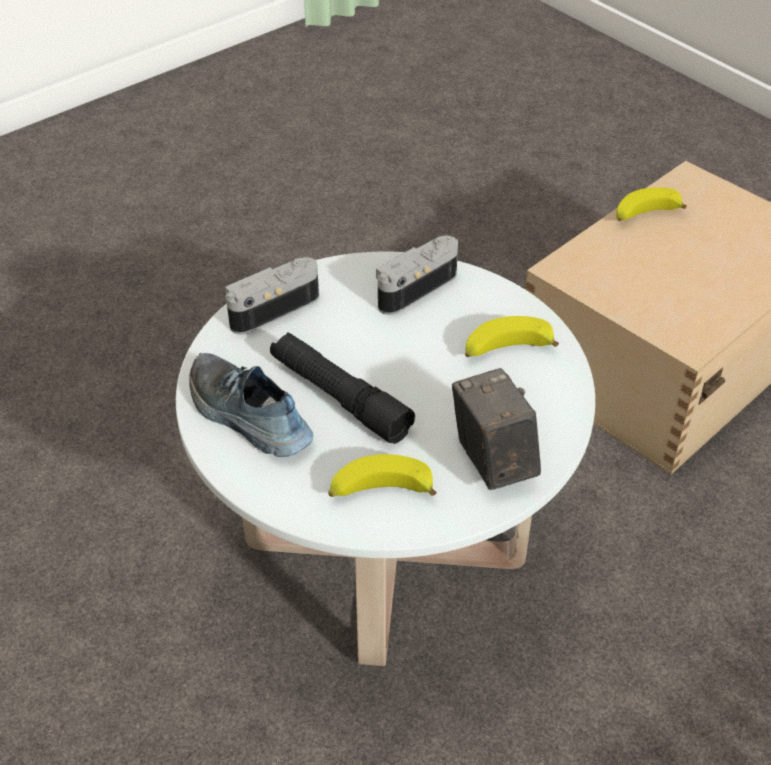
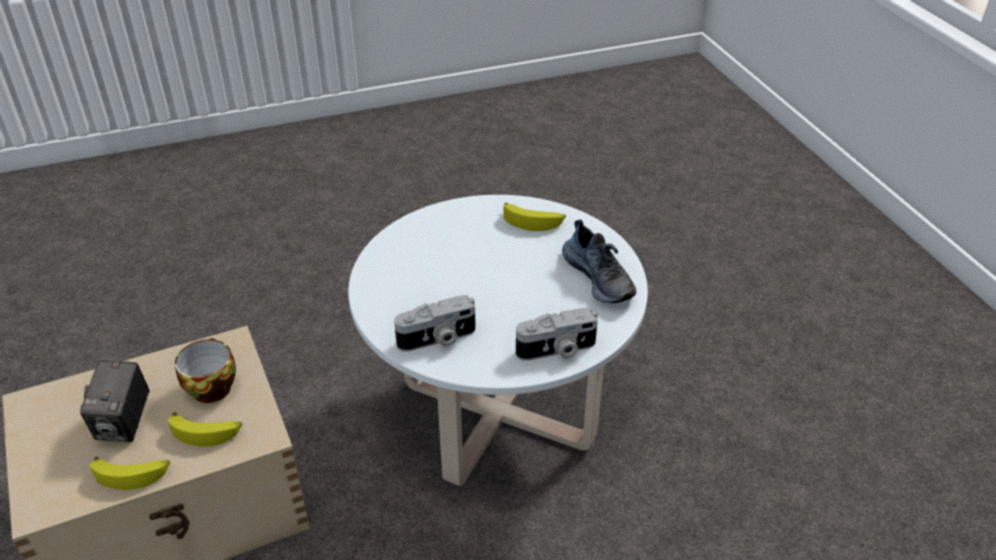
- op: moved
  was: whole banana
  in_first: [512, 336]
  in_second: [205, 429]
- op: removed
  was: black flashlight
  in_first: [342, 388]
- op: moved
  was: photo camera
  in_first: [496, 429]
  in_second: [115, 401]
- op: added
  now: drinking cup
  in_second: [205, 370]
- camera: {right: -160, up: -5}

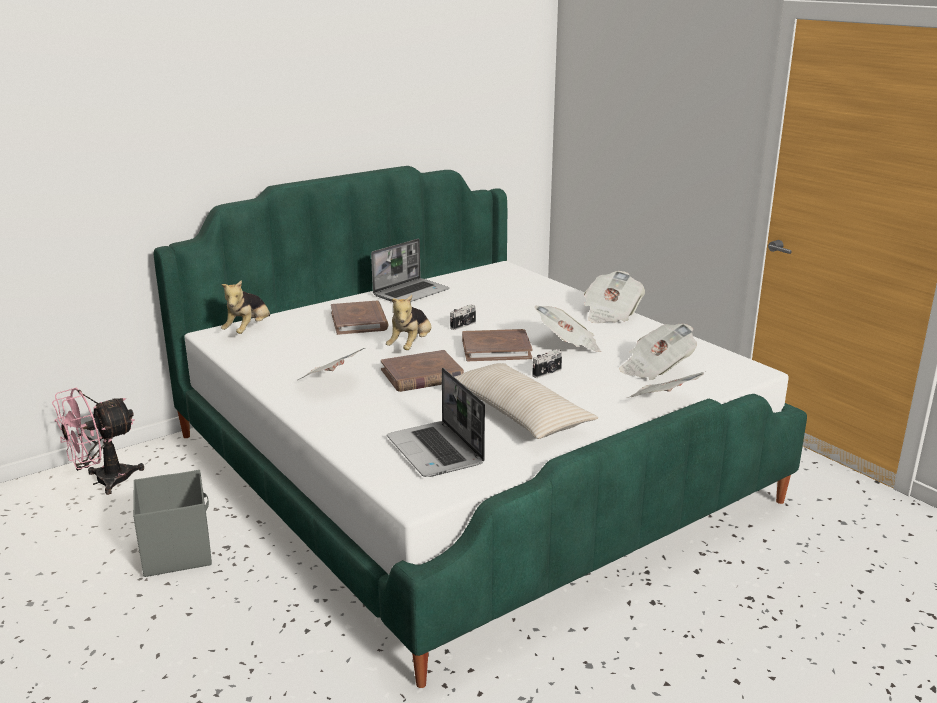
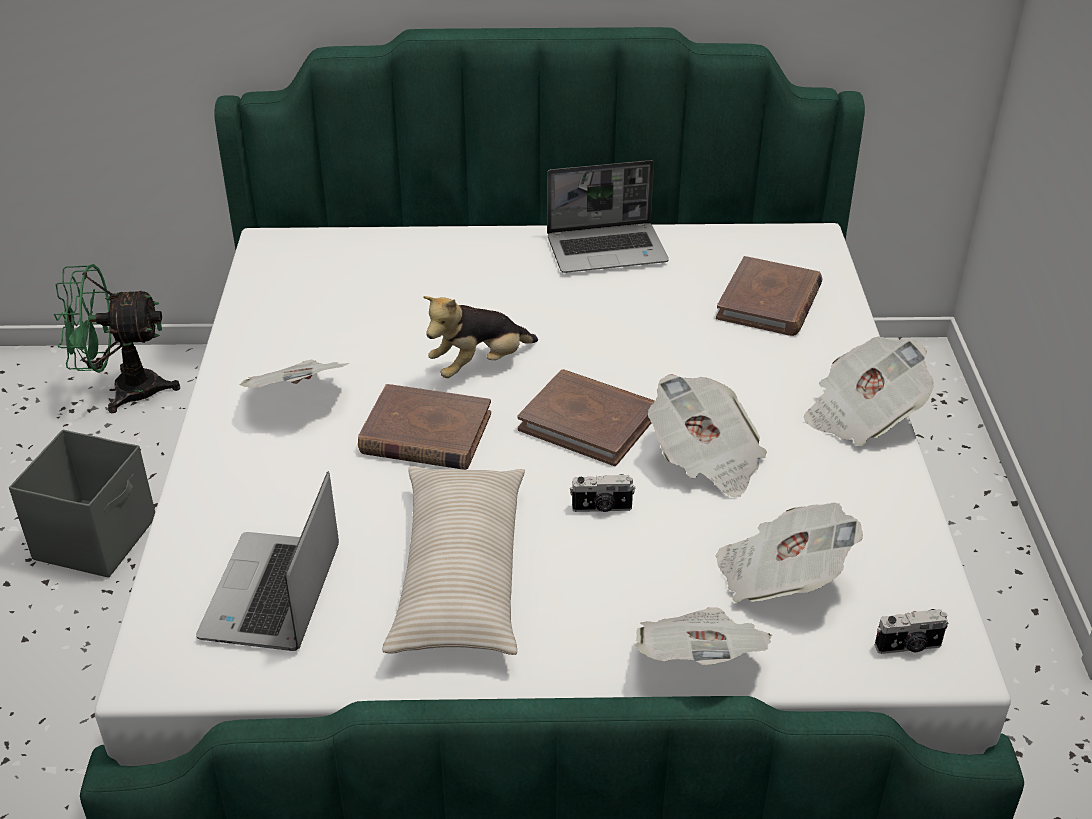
- op: removed
  was: soft toy
  in_first: [245, 307]
- op: moved
  was: brownish book
  in_first: [359, 318]
  in_second: [769, 296]
- op: moved
  was: photo camera
  in_first: [463, 317]
  in_second: [912, 631]
- op: recoloured
  was: pink-coloured cooling fan
  now: green-coloured cooling fan
  in_first: [98, 441]
  in_second: [116, 339]
- camera: {right: 35, up: 15}

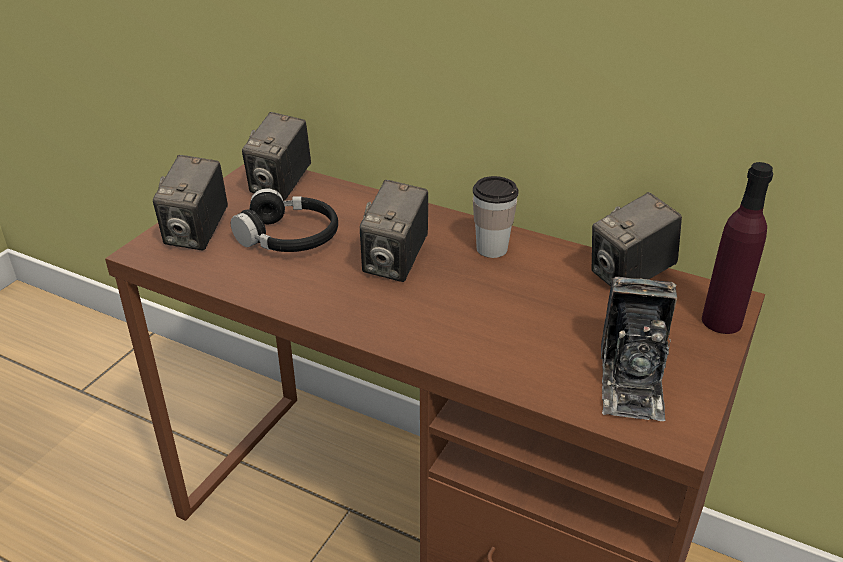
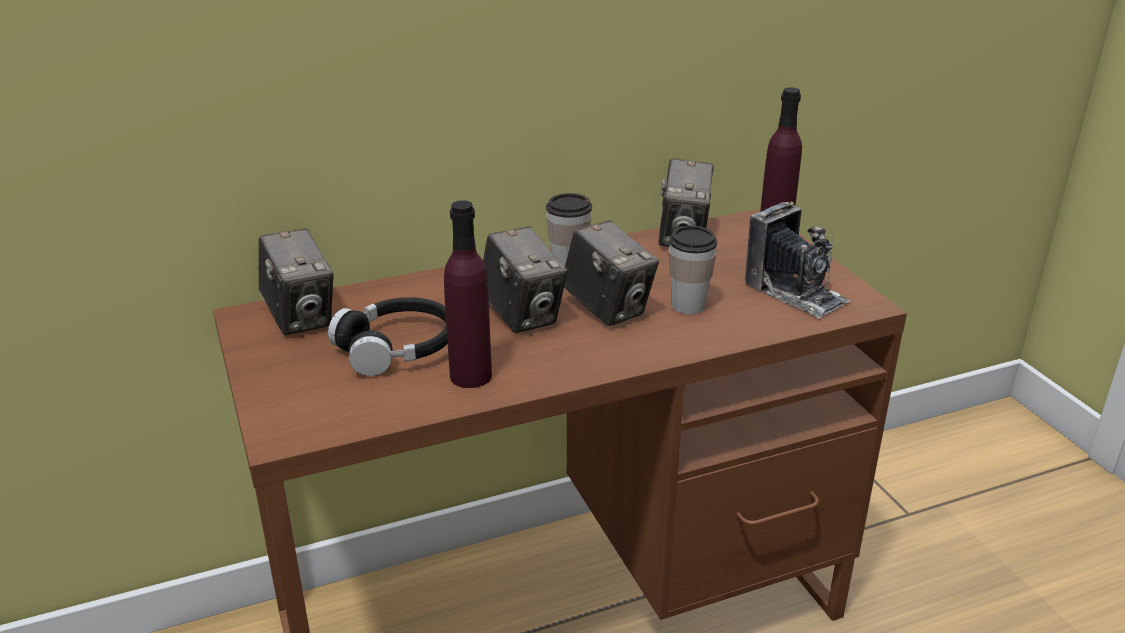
- op: moved
  was: photo camera
  in_first: [190, 202]
  in_second: [611, 273]
- op: added
  now: purple-coloured drink bottle
  in_second: [468, 294]
- op: added
  now: drinking cup
  in_second: [693, 269]
- camera: {right: -50, up: -5}

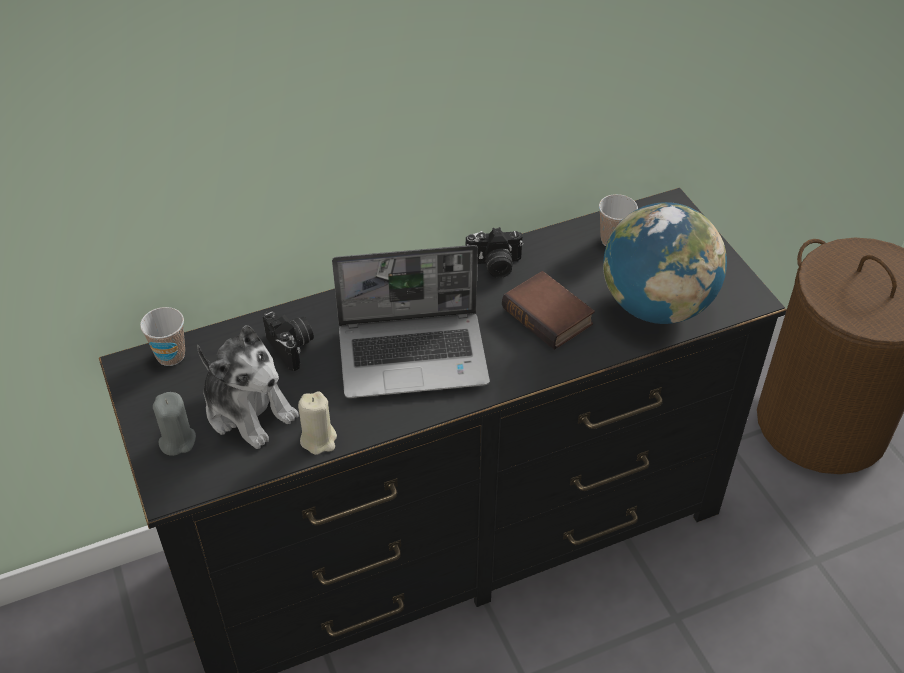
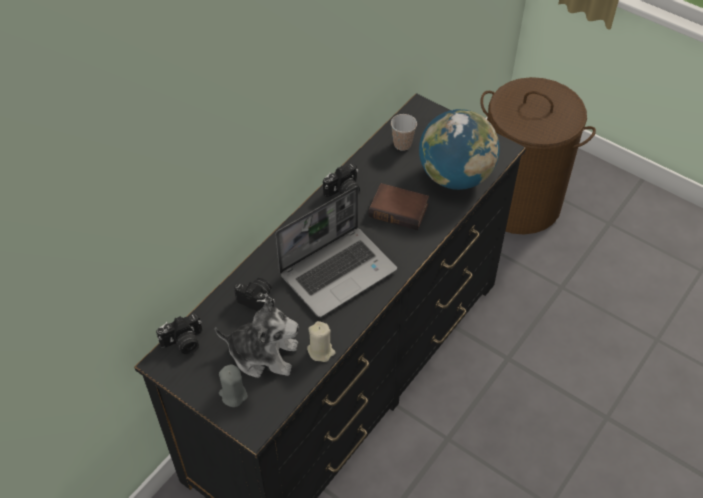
- op: replaced
  was: drinking cup
  now: photo camera
  in_first: [162, 336]
  in_second: [179, 334]
- camera: {right: -30, up: 5}

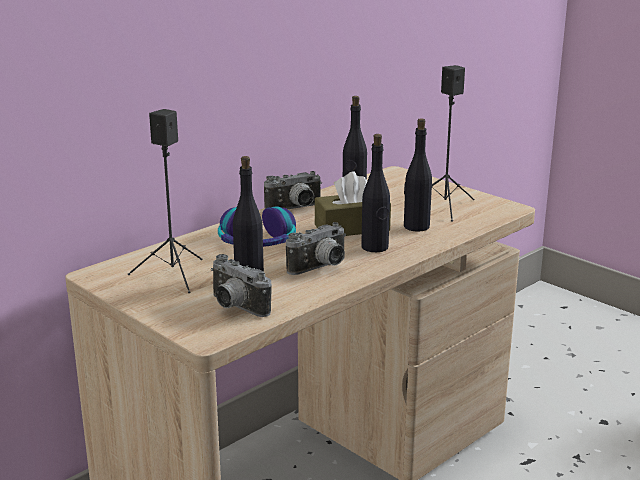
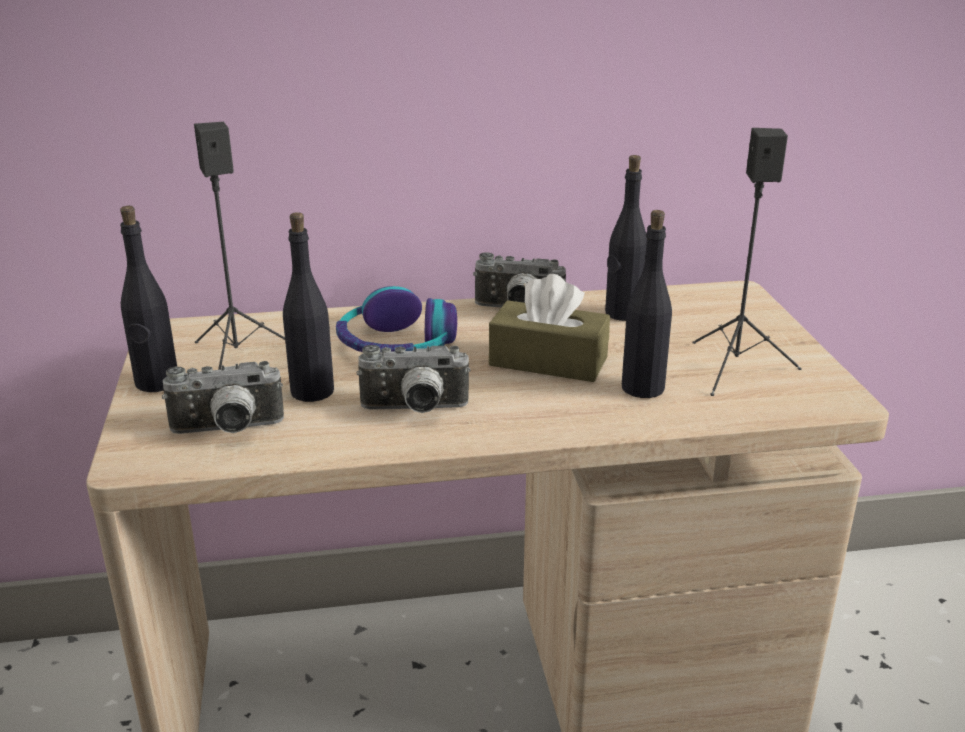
- op: moved
  was: black drink bottle
  in_first: [375, 193]
  in_second: [148, 299]
- op: turned
  was: photo camera
  in_first: [241, 285]
  in_second: [223, 397]
  clockwise: -90
- camera: {right: 35, up: 5}

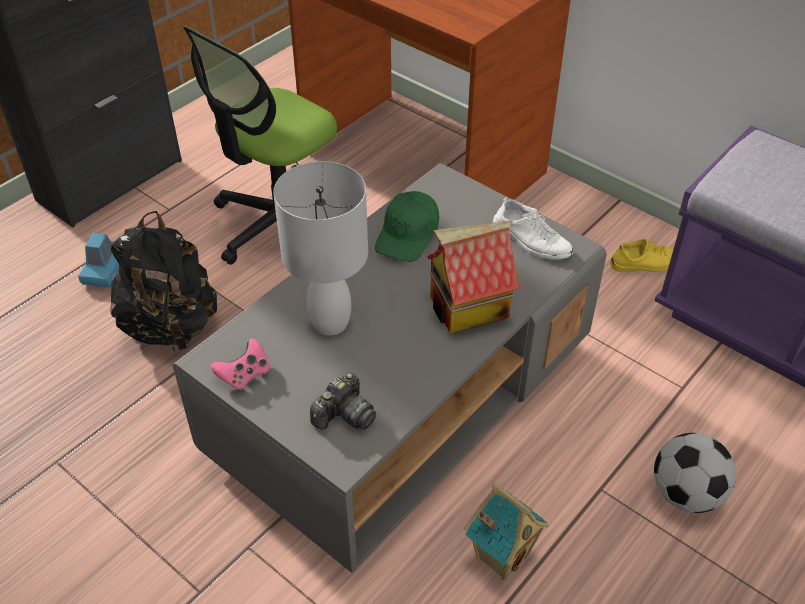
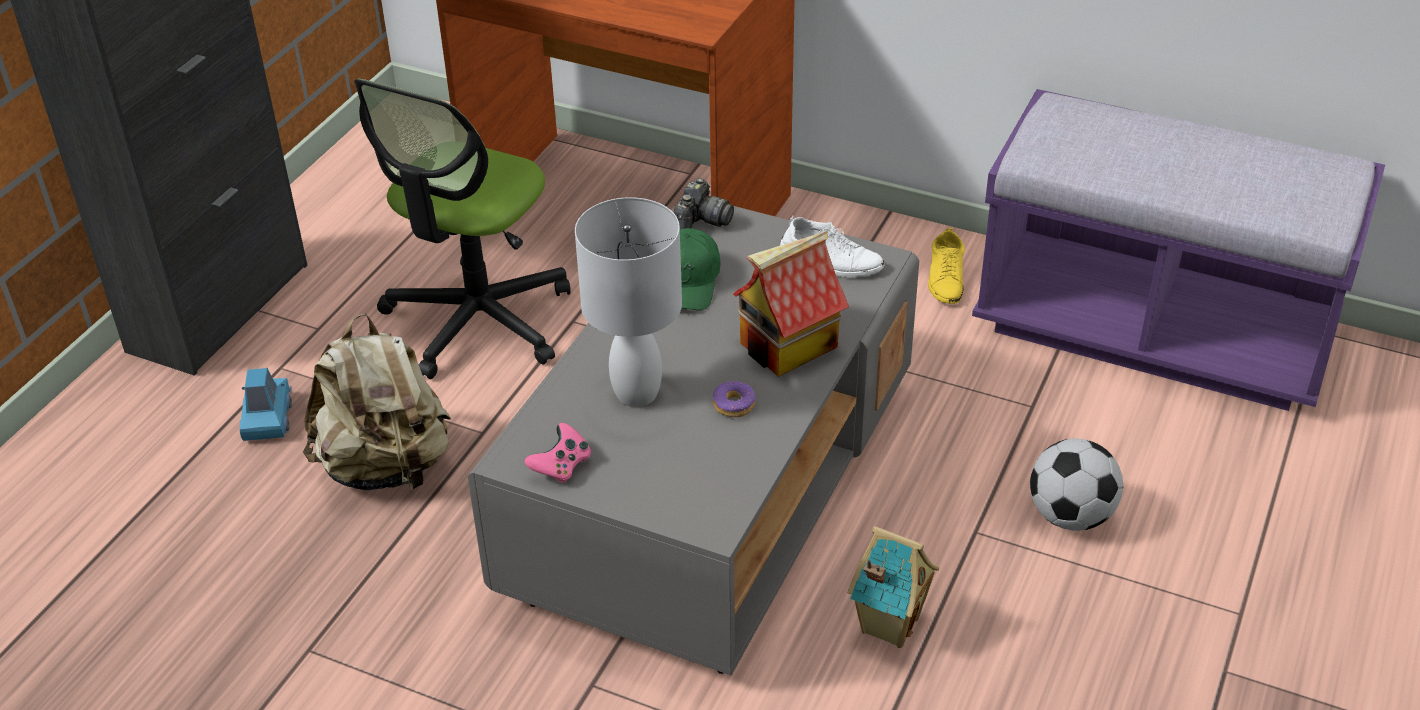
- op: recoloured
  was: black rucksack
  now: beige-coloured rucksack
  in_first: [164, 280]
  in_second: [377, 401]
- op: turned
  was: yellow item of footwear
  in_first: [642, 255]
  in_second: [946, 266]
  clockwise: 120
- op: moved
  was: photo camera
  in_first: [343, 401]
  in_second: [703, 203]
- op: added
  now: ring doughnut
  in_second: [734, 399]
- camera: {right: -15, up: -5}

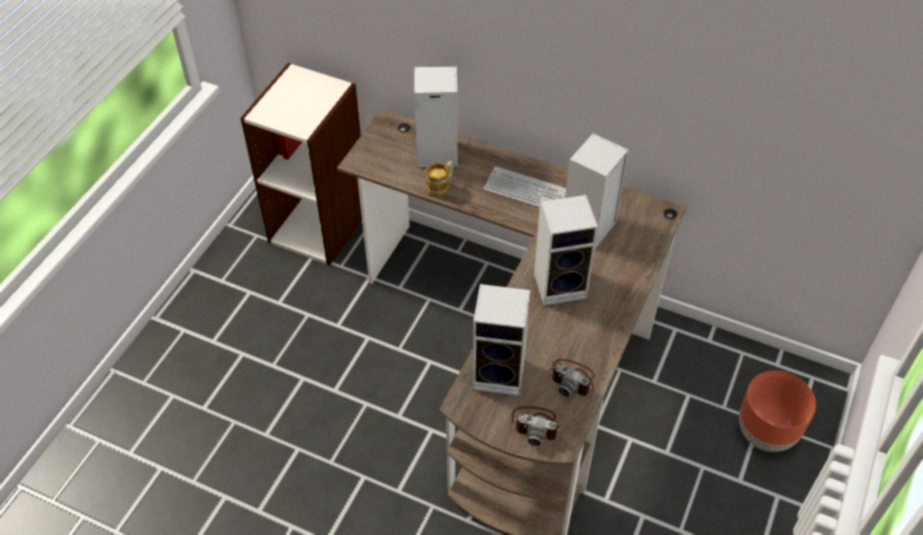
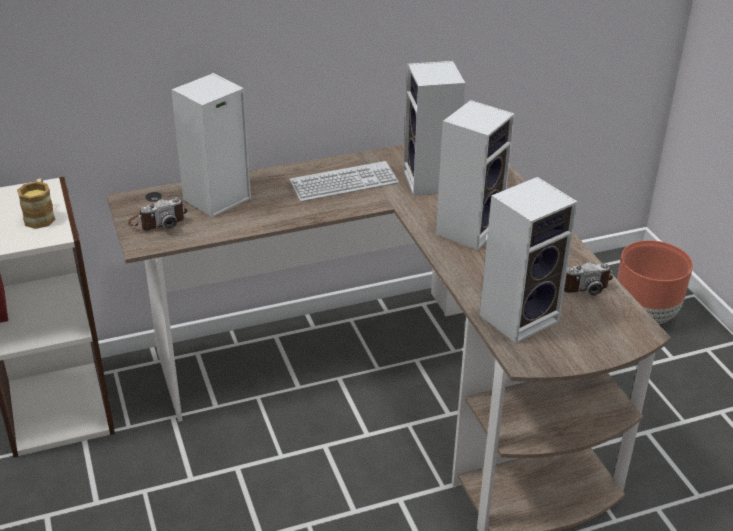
- op: moved
  was: coffee mug
  in_first: [439, 179]
  in_second: [36, 203]
- op: moved
  was: photo camera
  in_first: [536, 426]
  in_second: [157, 214]
- camera: {right: -45, up: -15}

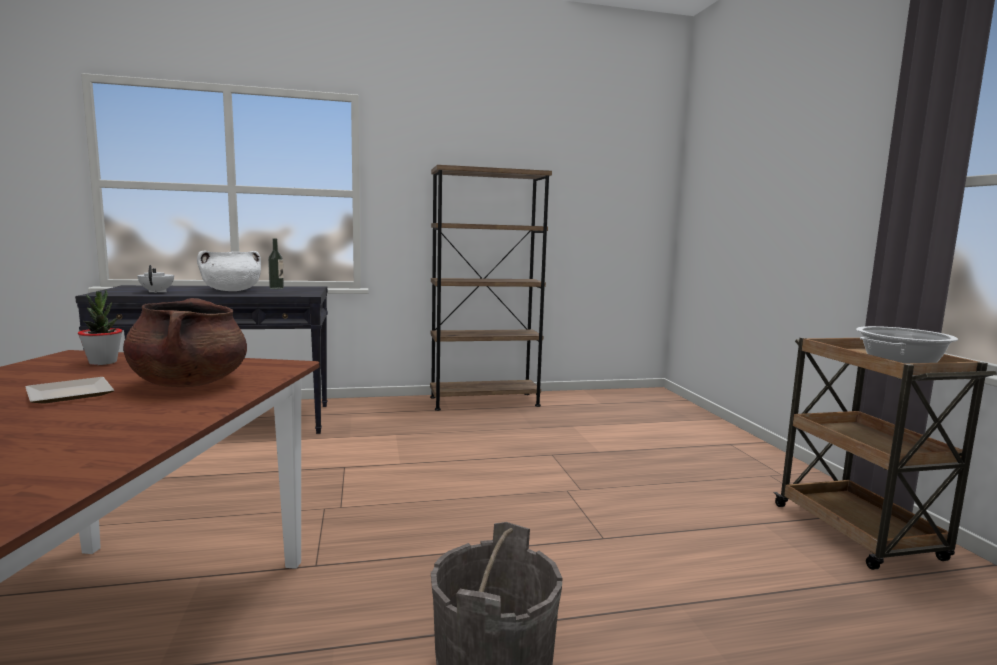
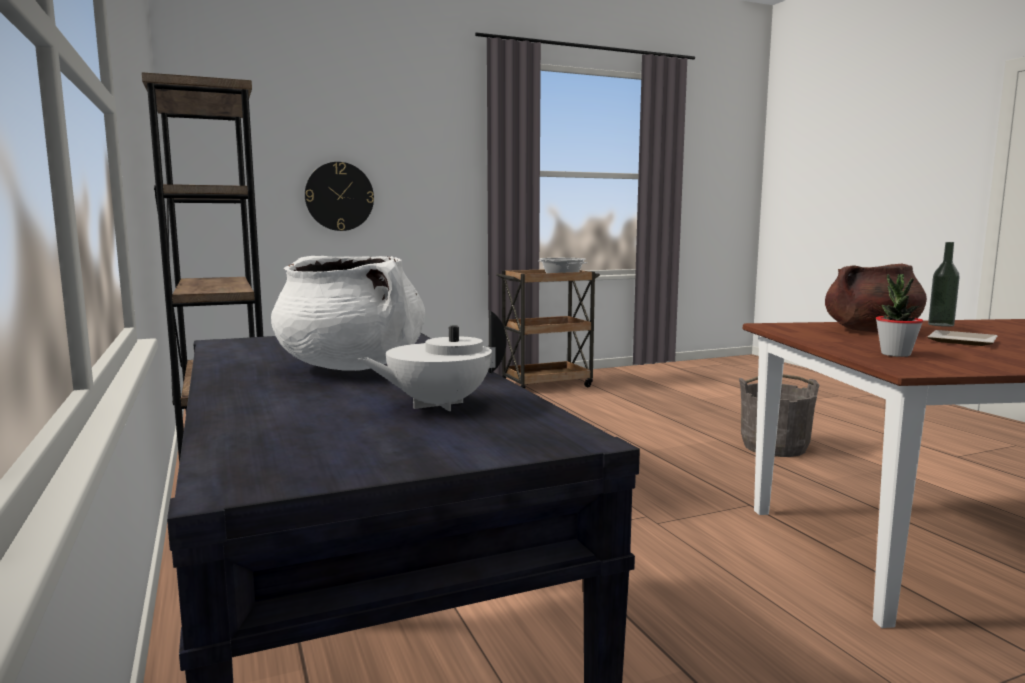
- op: moved
  was: drink bottle
  in_first: [276, 264]
  in_second: [944, 284]
- op: added
  now: clock on the wall
  in_second: [339, 196]
- camera: {right: -100, up: 0}

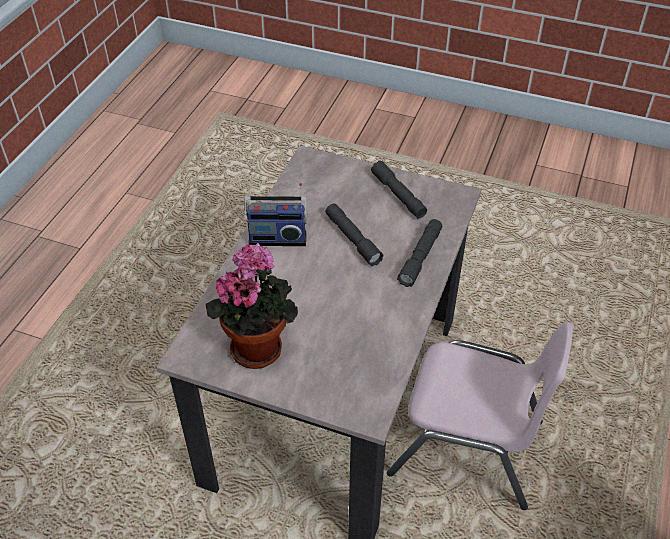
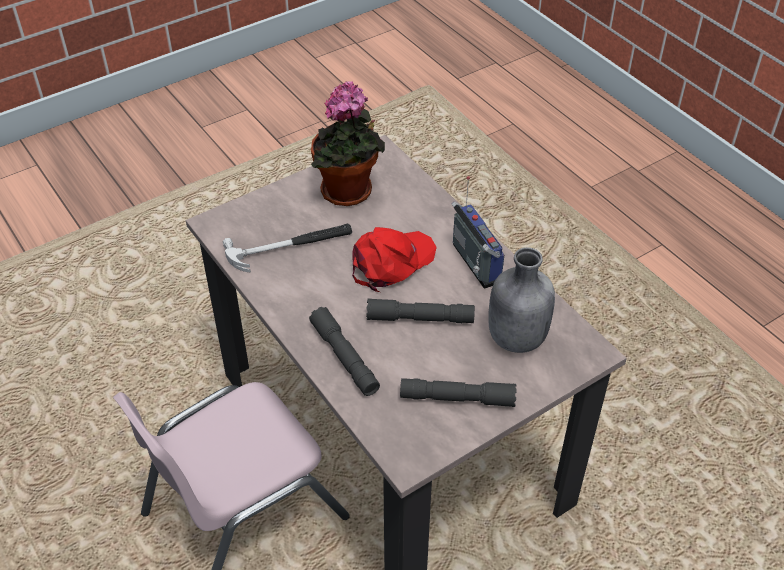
- op: turned
  was: radio receiver
  in_first: [276, 214]
  in_second: [478, 232]
  clockwise: 120
- op: added
  now: hand hammer
  in_second: [287, 248]
- op: added
  now: red cap
  in_second: [394, 259]
- op: added
  now: grey drink bottle
  in_second: [521, 300]
- camera: {right: 125, up: 0}

